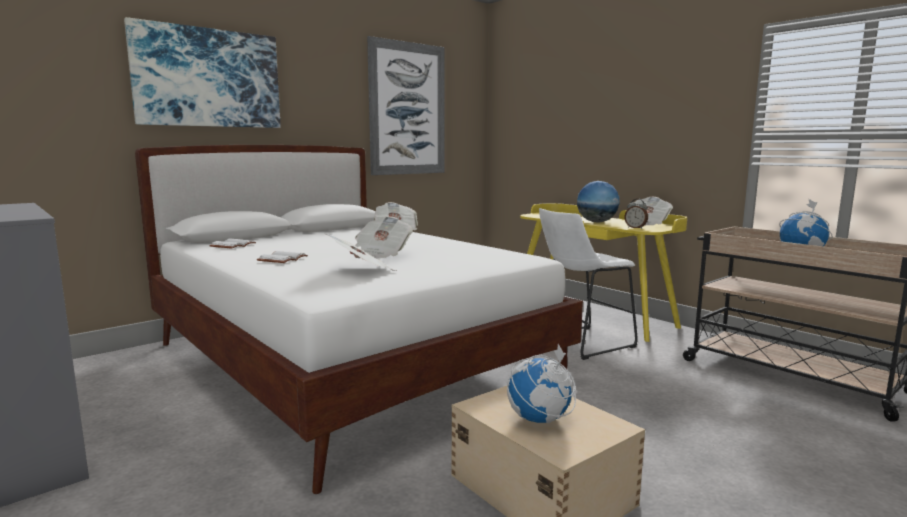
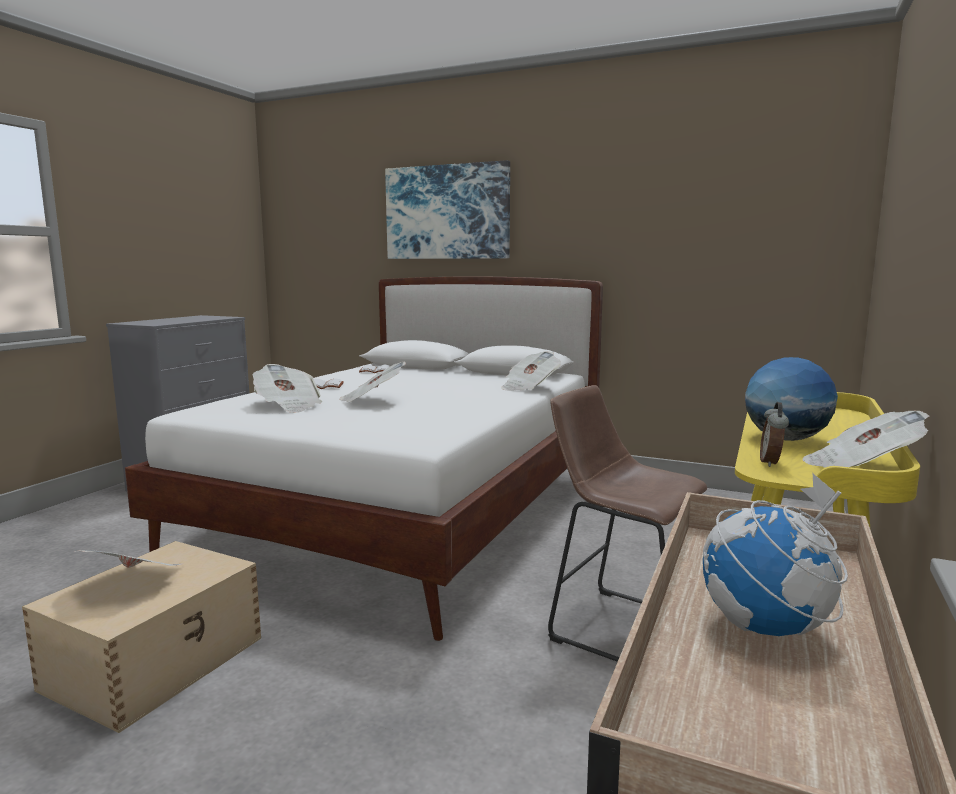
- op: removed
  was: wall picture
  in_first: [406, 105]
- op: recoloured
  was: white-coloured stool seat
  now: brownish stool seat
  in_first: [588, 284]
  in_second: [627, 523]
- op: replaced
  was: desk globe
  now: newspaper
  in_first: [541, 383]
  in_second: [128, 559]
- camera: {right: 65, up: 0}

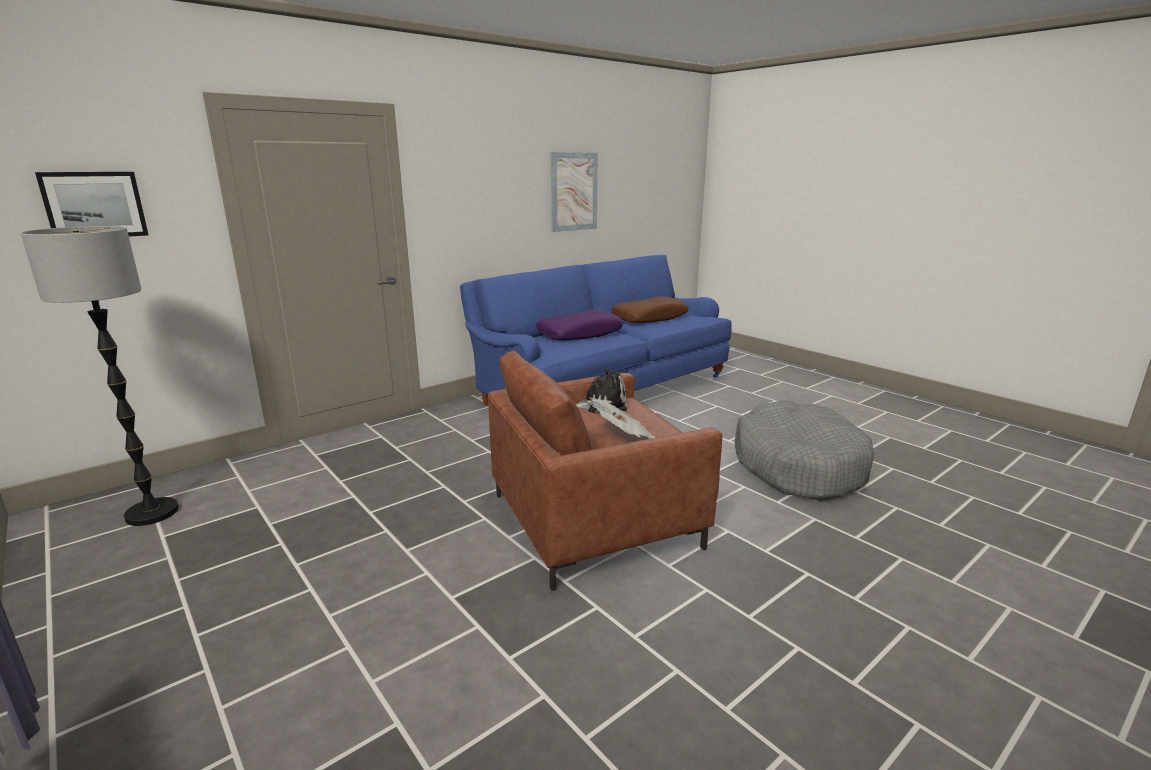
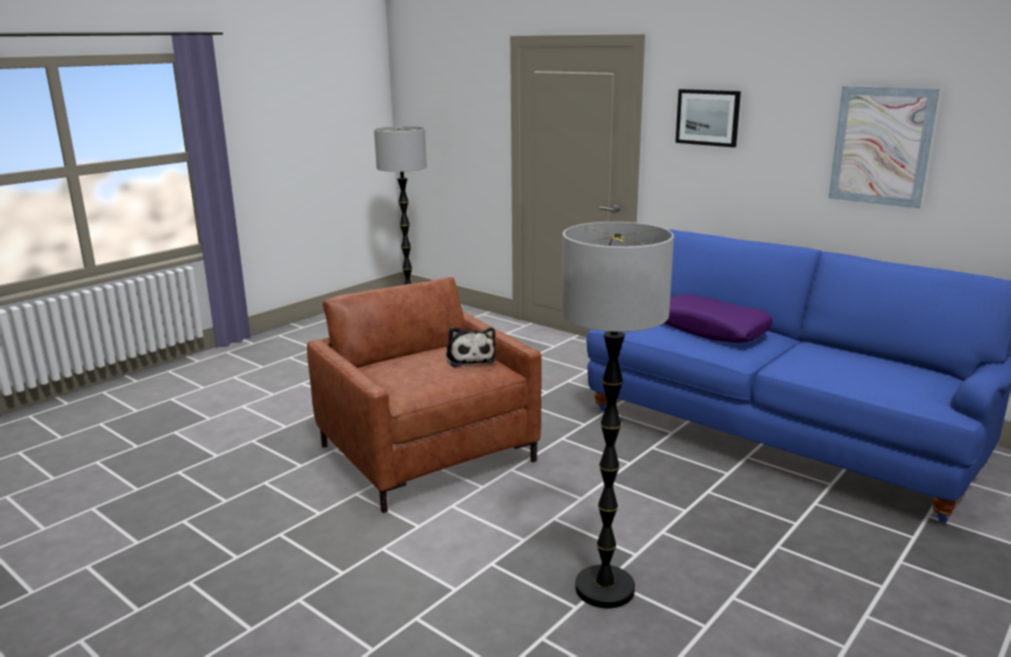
- op: moved
  was: wall picture
  in_first: [91, 204]
  in_second: [708, 118]
- op: removed
  was: brownish cushion
  in_first: [649, 309]
- op: removed
  was: newspaper
  in_first: [621, 419]
- op: replaced
  was: grey dog cushion
  now: standard lamp
  in_first: [804, 450]
  in_second: [618, 415]
- camera: {right: 80, up: 0}

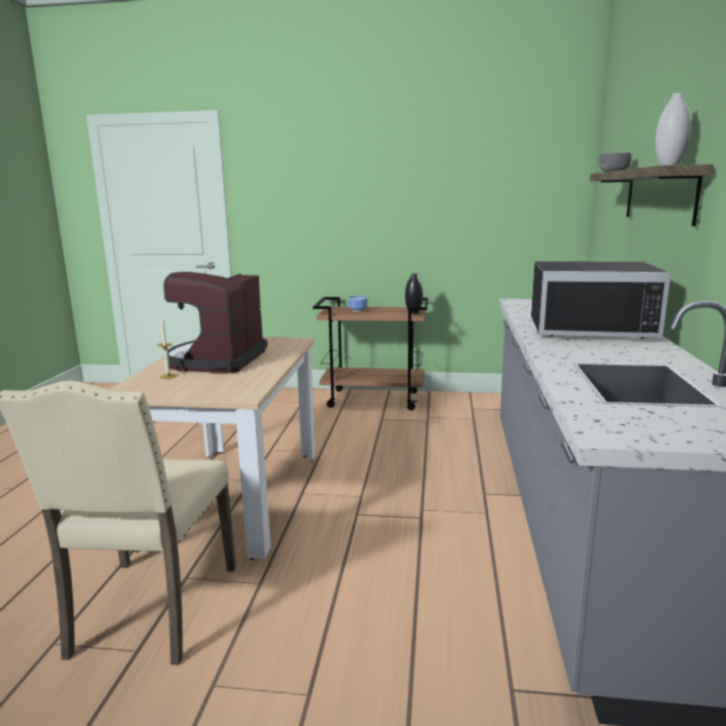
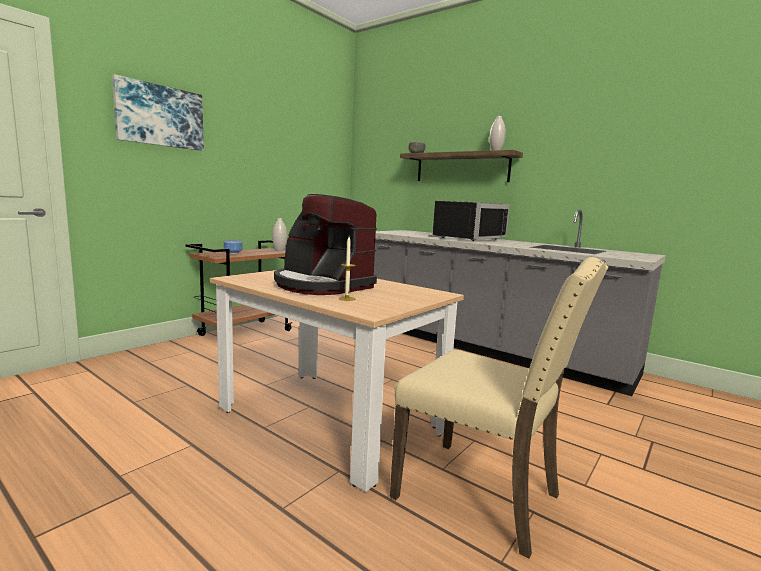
- op: recoloured
  was: black vase
  now: white-coloured vase
  in_first: [414, 293]
  in_second: [279, 235]
- op: added
  now: wall picture
  in_second: [158, 112]
- camera: {right: -60, up: -5}

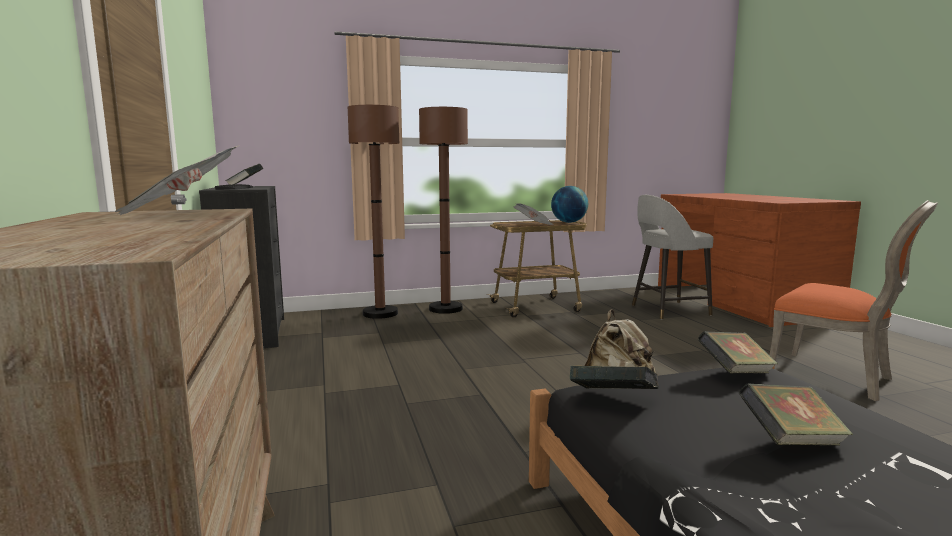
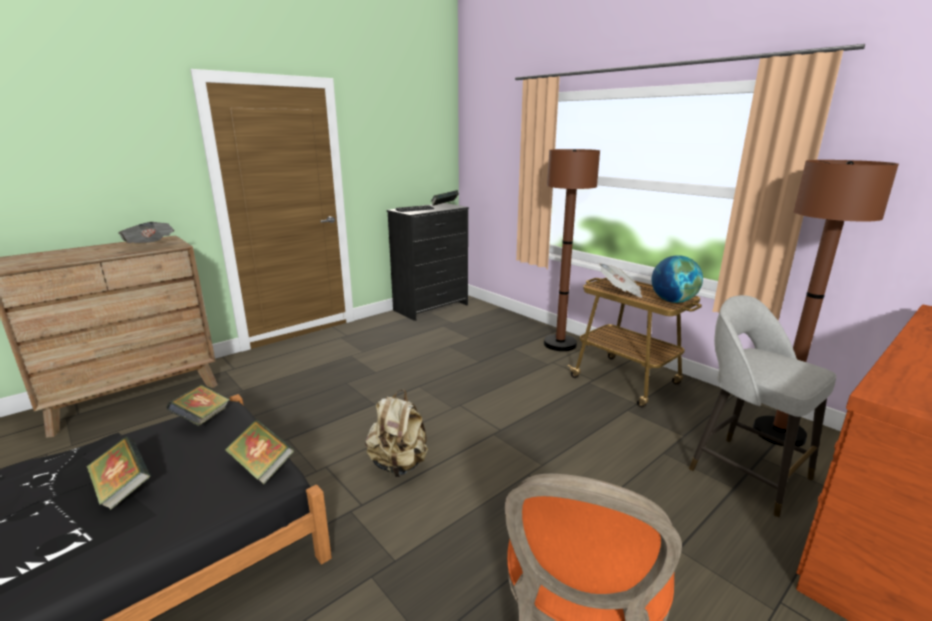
- op: moved
  was: brownish standard lamp
  in_first: [373, 212]
  in_second: [826, 303]
- camera: {right: 65, up: 10}

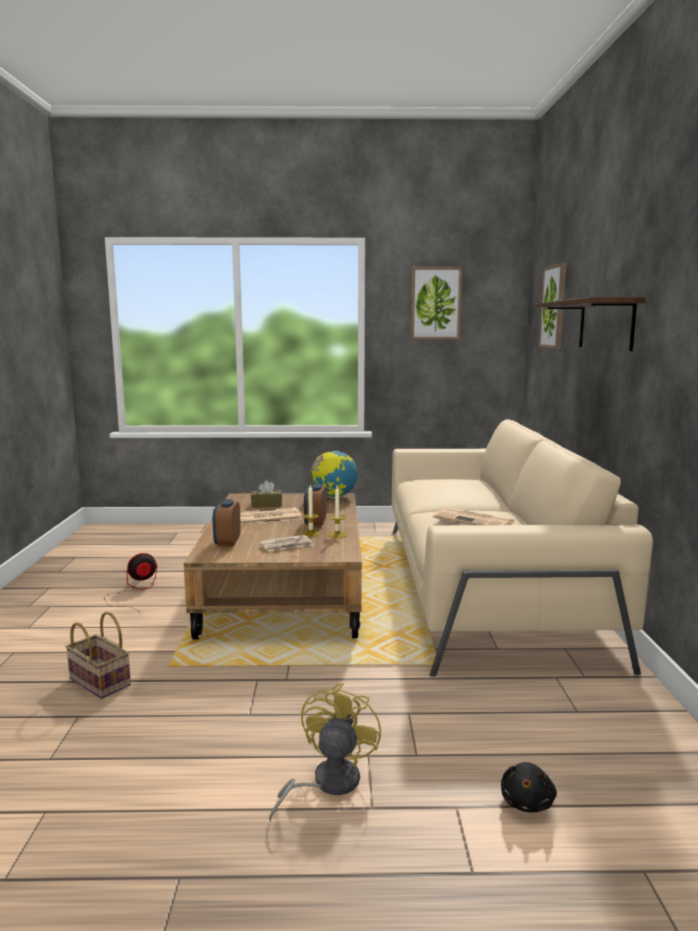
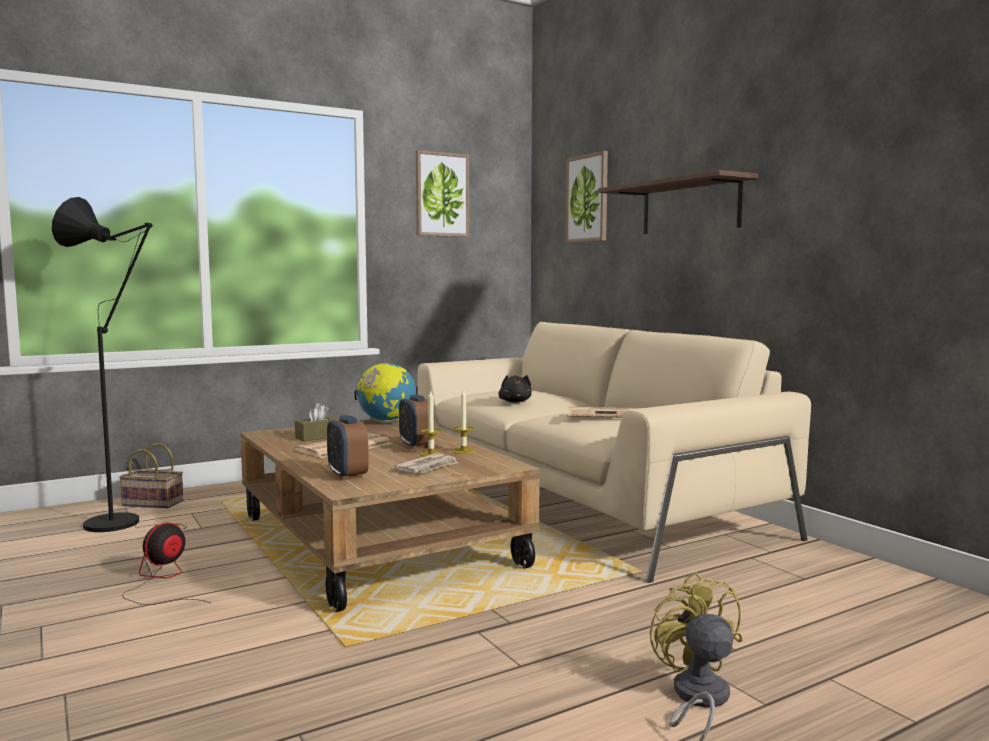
- op: moved
  was: storage basket
  in_first: [98, 655]
  in_second: [151, 476]
- op: moved
  was: black soft toy
  in_first: [529, 787]
  in_second: [515, 389]
- op: added
  now: black standard lamp
  in_second: [119, 364]
- camera: {right: -30, up: -5}

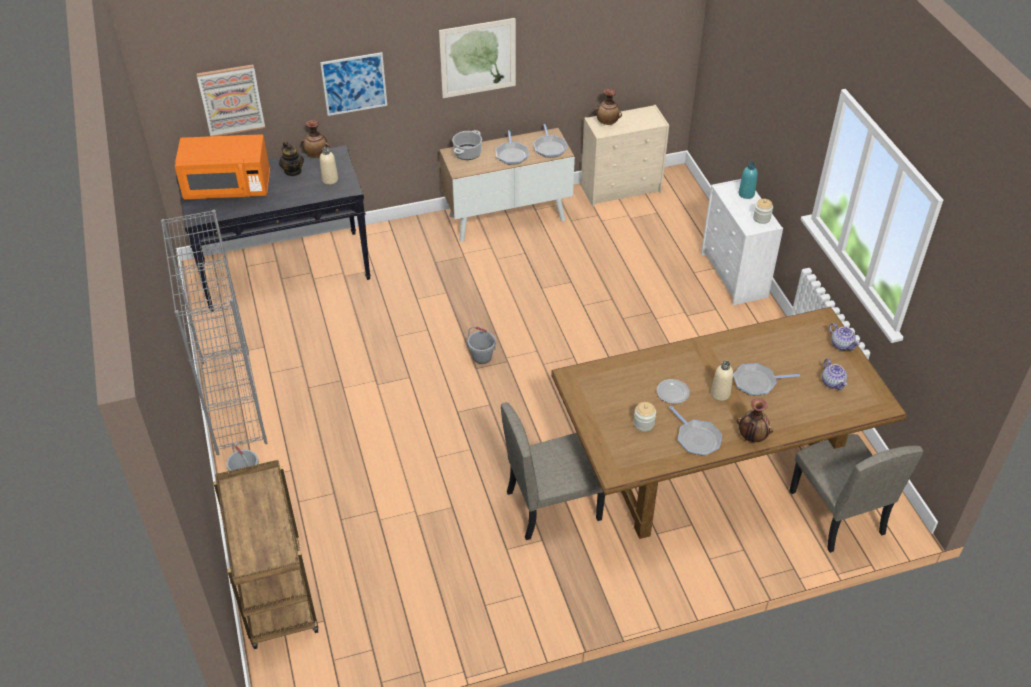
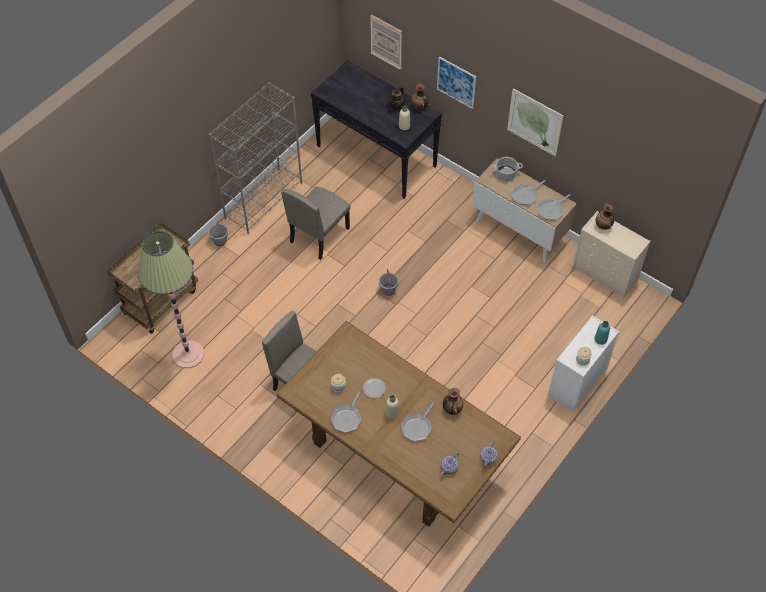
- op: removed
  was: orange-coloured microwave oven
  in_first: [222, 167]
- op: turned
  was: frying pan
  in_first: [766, 379]
  in_second: [417, 422]
  clockwise: -105
- op: moved
  was: vase
  in_first: [755, 420]
  in_second: [453, 401]
- op: moved
  was: beige-coloured chair
  in_first: [856, 493]
  in_second: [315, 223]
- op: added
  now: standard lamp
  in_second: [170, 299]
- camera: {right: 55, up: 10}

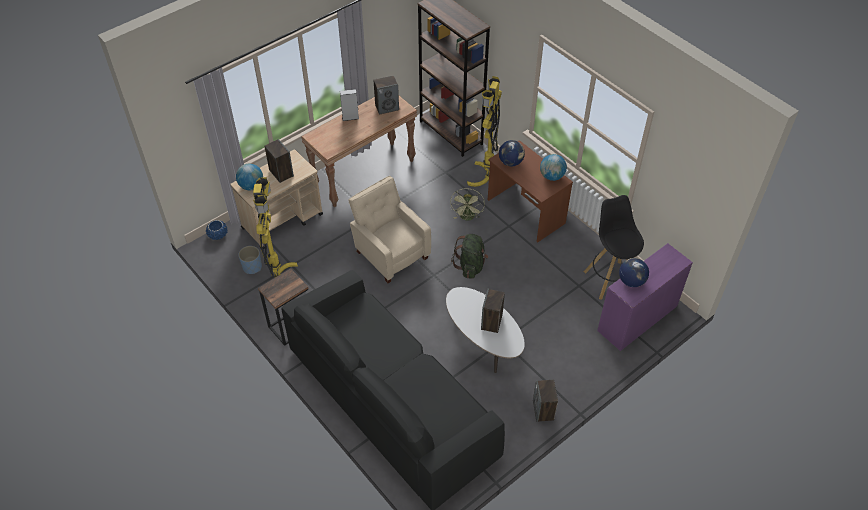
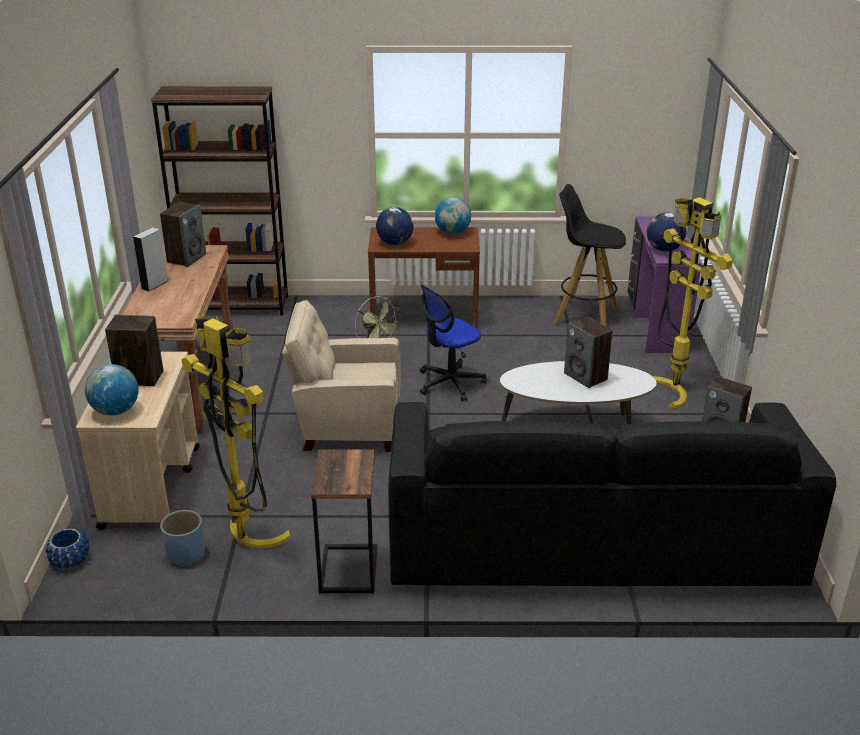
- op: moved
  was: yellow standard lamp
  in_first: [484, 131]
  in_second: [693, 302]
- op: replaced
  was: green-coloured rucksack
  now: office chair
  in_first: [469, 256]
  in_second: [453, 342]
- camera: {right: -50, up: -20}

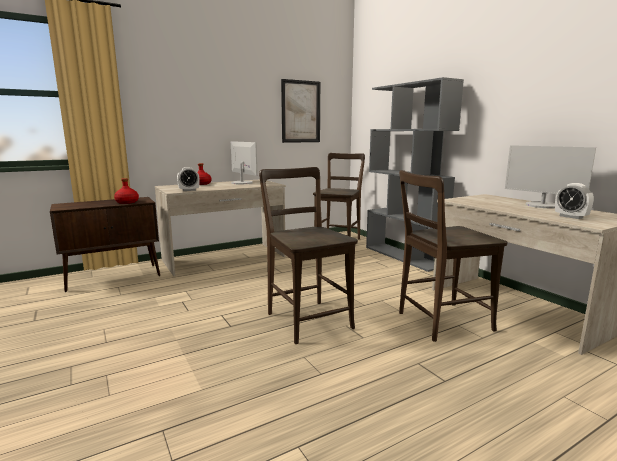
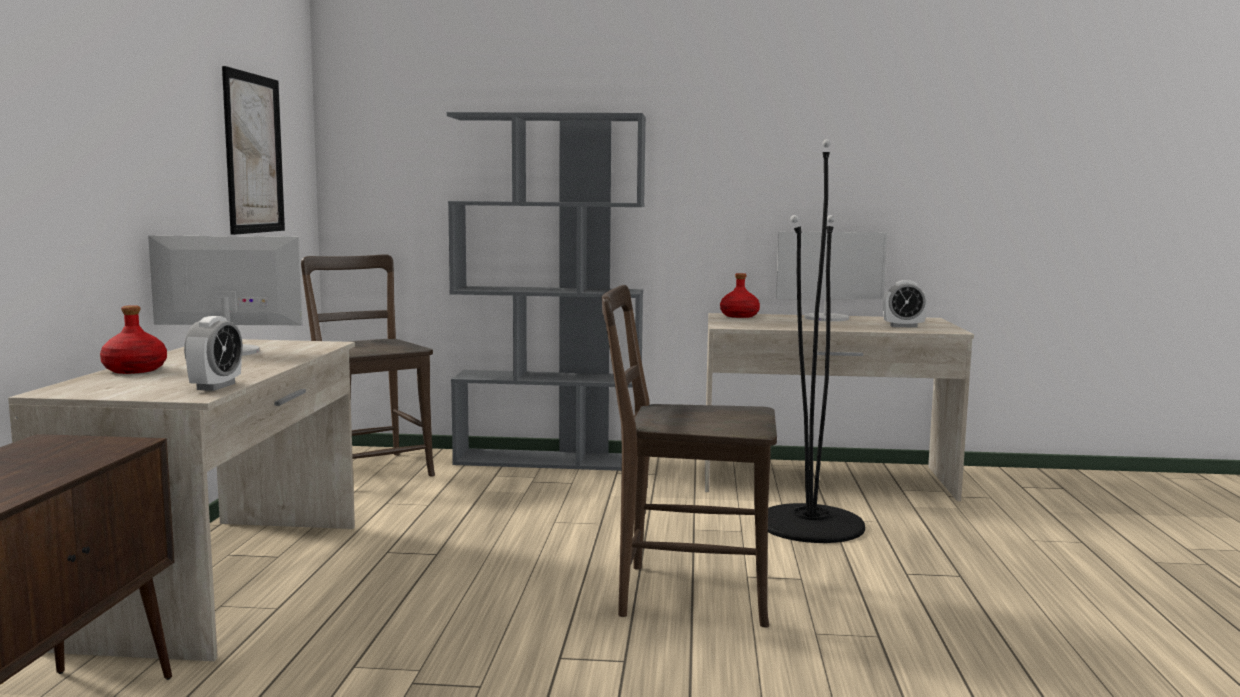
- op: replaced
  was: brownish chair
  now: black standard lamp
  in_first: [453, 256]
  in_second: [816, 341]
- op: moved
  was: red drink bottle
  in_first: [126, 191]
  in_second: [740, 295]
- camera: {right: -55, up: -5}

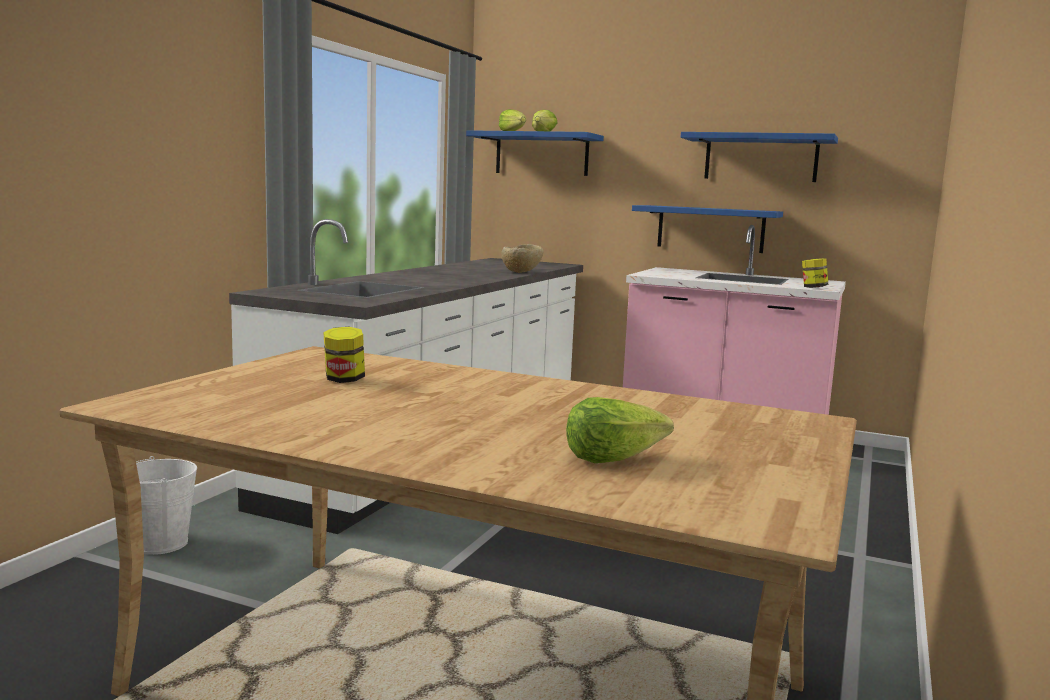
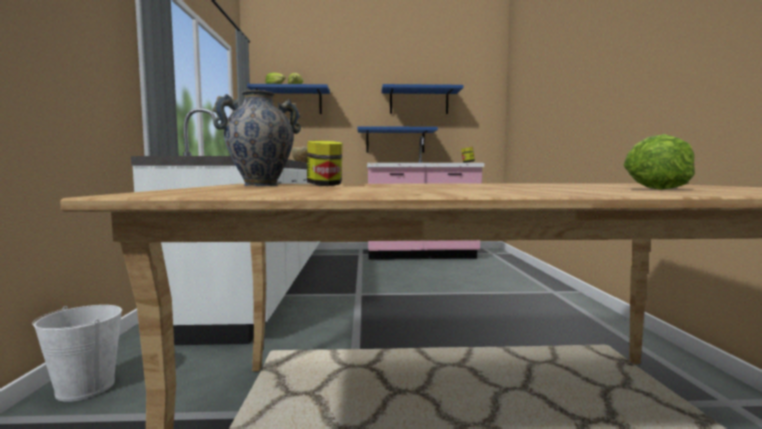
- op: added
  now: vase
  in_second: [256, 138]
- camera: {right: -25, up: -5}

